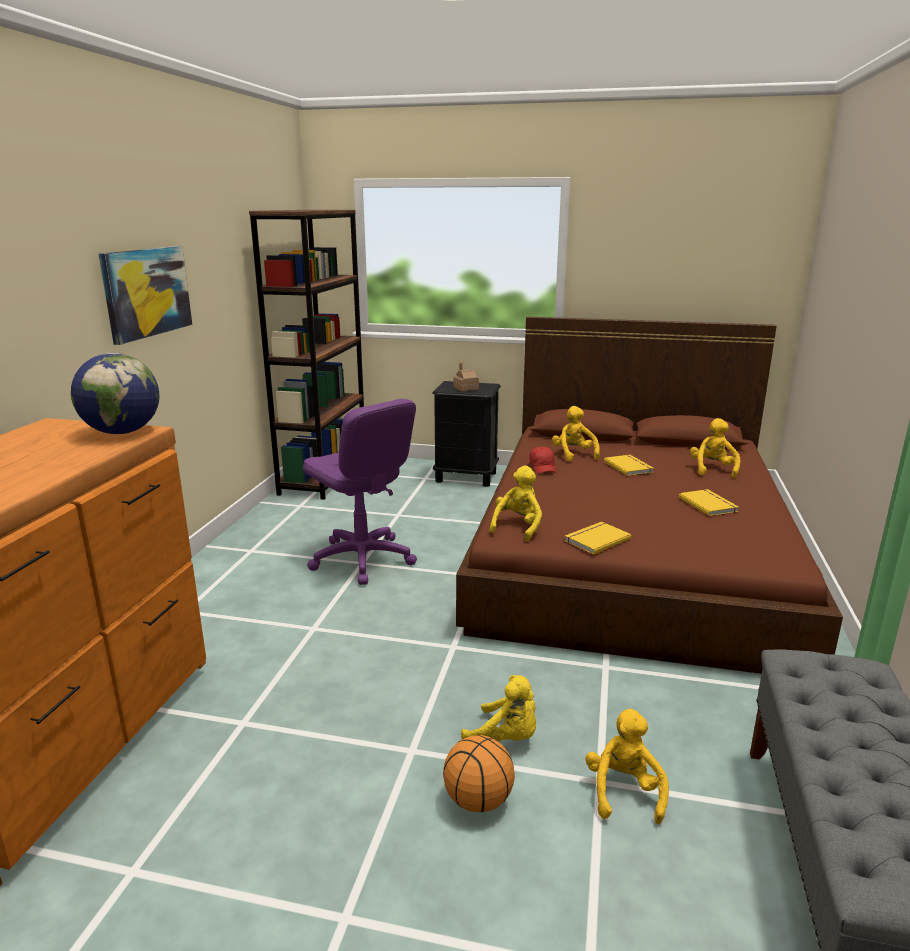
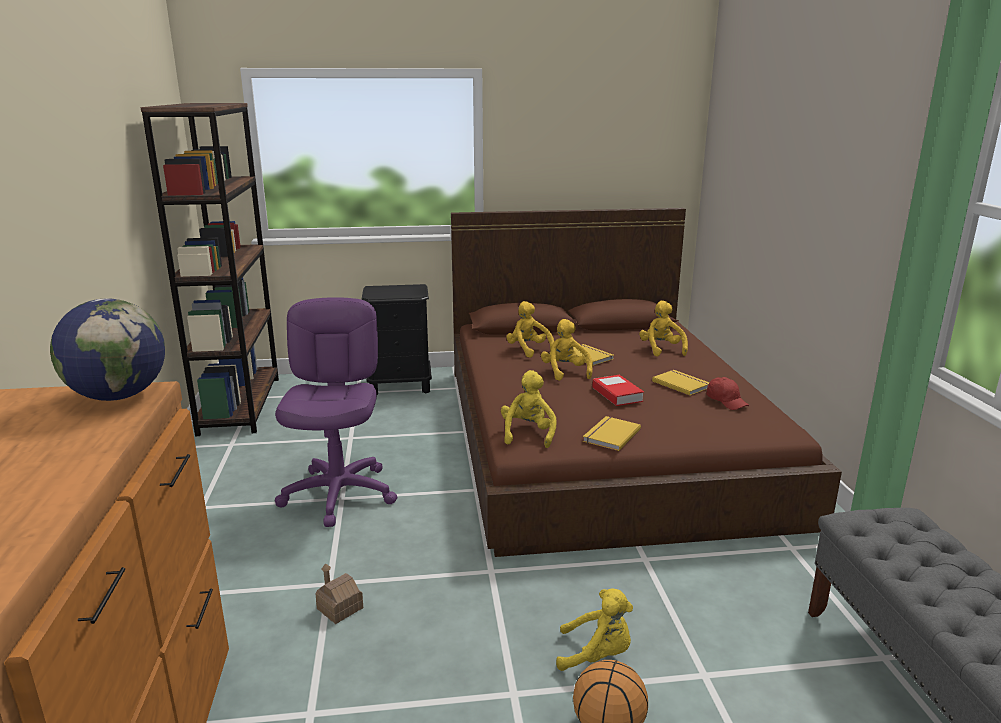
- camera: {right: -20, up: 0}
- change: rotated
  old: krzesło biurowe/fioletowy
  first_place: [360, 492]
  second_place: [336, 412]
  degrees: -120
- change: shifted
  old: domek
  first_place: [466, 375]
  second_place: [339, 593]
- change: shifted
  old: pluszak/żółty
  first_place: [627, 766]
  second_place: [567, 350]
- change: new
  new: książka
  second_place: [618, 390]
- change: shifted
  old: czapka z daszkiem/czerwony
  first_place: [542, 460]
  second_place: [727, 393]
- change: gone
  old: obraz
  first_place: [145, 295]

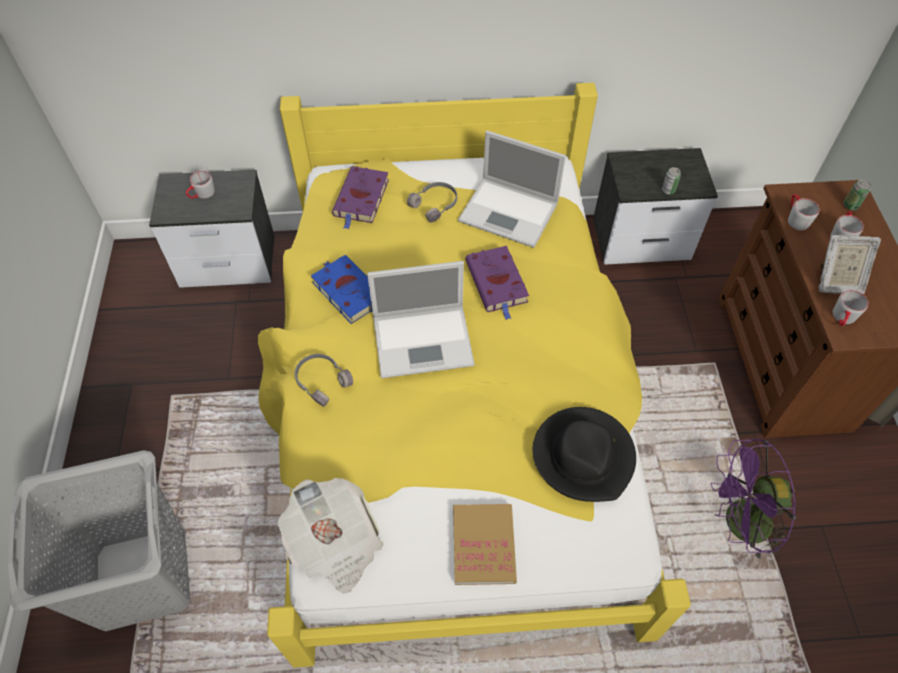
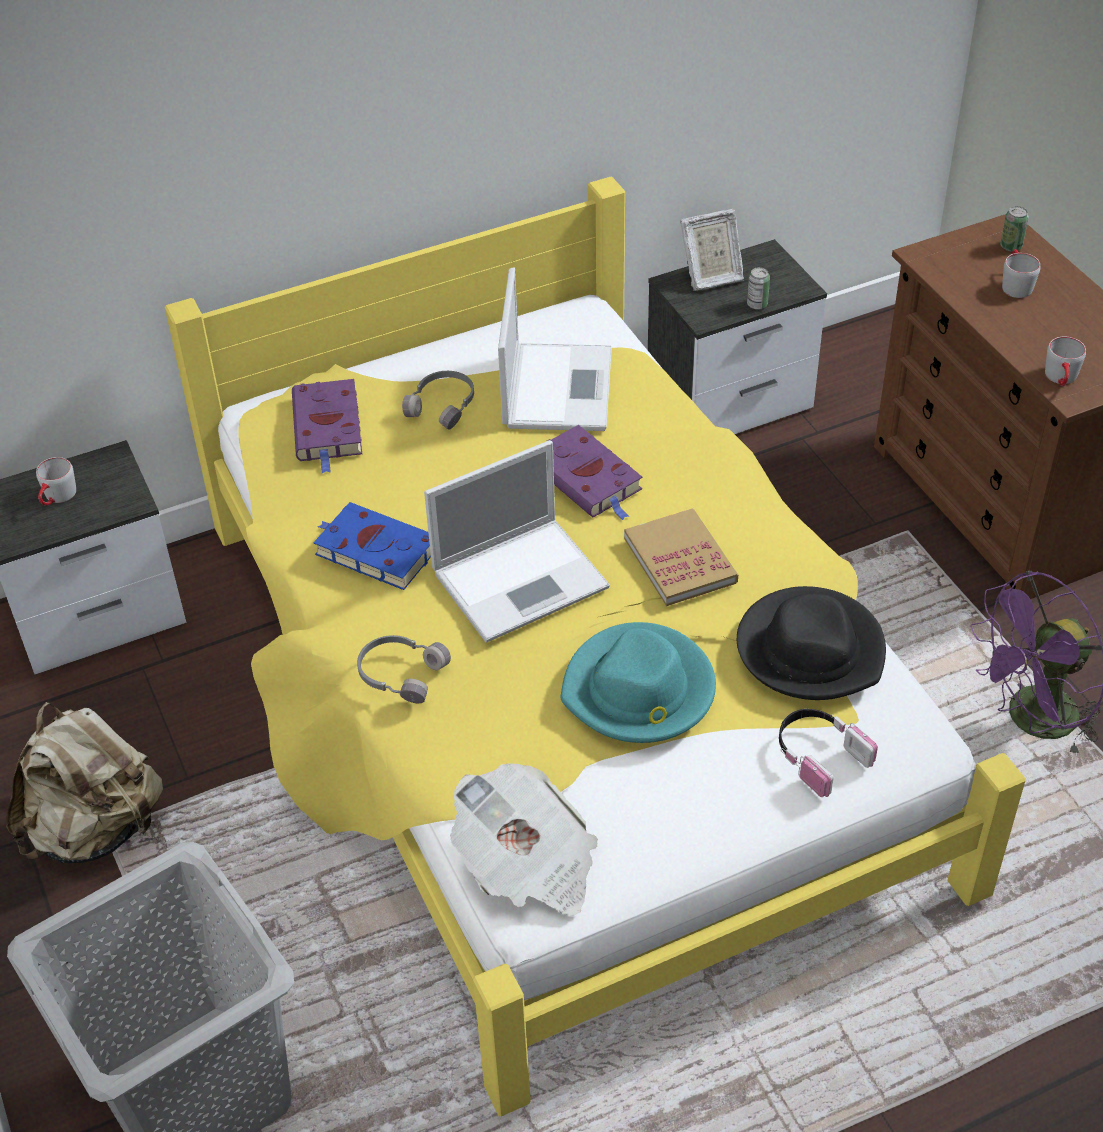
- camera: {right: -20, up: -10}
- change: new
  new: plecak/beżowy
  second_place: [84, 782]
- change: rotated
  old: laptop
  first_place: [512, 189]
  second_place: [555, 349]
  degrees: -90
- change: new
  new: kapelusz/turkusowy
  second_place: [638, 682]
- change: shifted
  old: książka
  first_place: [485, 544]
  second_place: [681, 557]
- change: shifted
  old: ramka na zdjęcie
  first_place: [849, 264]
  second_place: [712, 250]
- change: new
  new: słuchawki
  second_place: [828, 753]
- change: gone
  old: kubek/szary
  first_place: [804, 212]

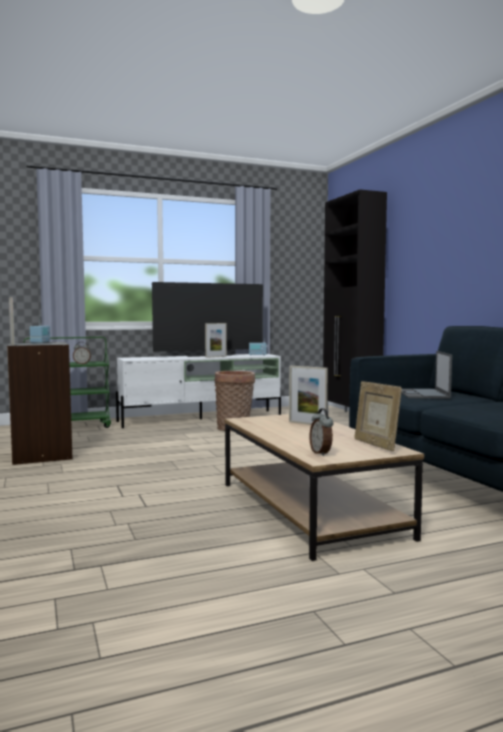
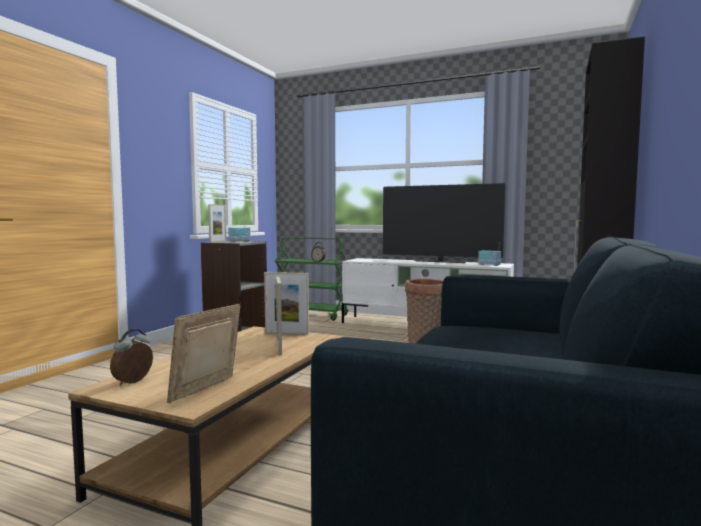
- camera: {right: 45, up: 0}
- change: shifted
  old: ramka na zdjęcie
  first_place: [216, 340]
  second_place: [286, 303]
- change: gone
  old: laptop
  first_place: [426, 375]

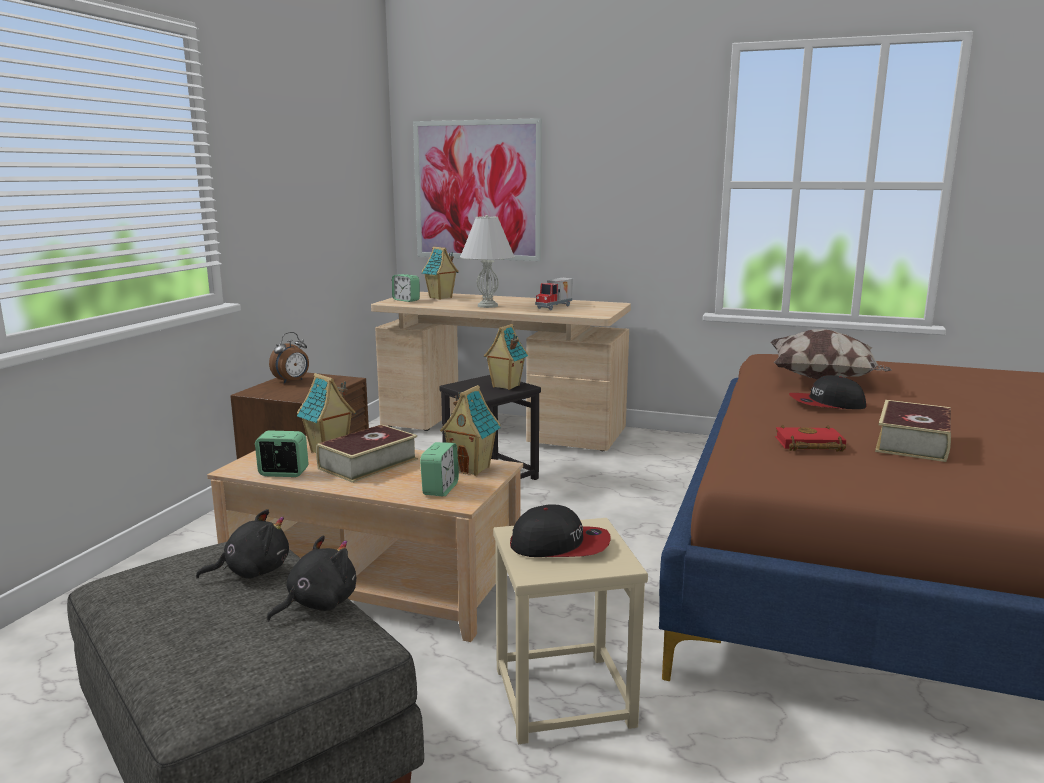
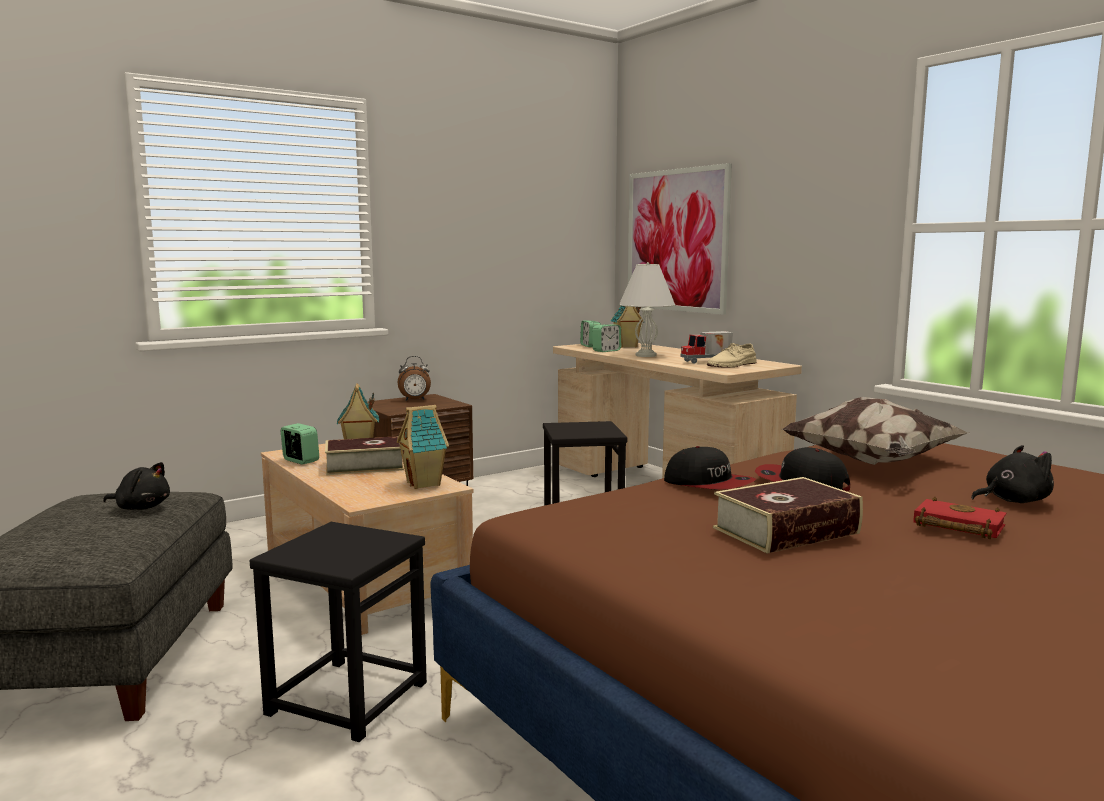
- camera: {right: 35, up: -5}
- change: repainted
  old: stołek/beżowy
  new: stołek/czarny
  first_place: [570, 631]
  second_place: [338, 632]
- change: shifted
  old: budzik
  first_place: [439, 469]
  second_place: [606, 338]
- change: shifted
  old: czapka z daszkiem
  first_place: [560, 530]
  second_place: [710, 467]
- change: new
  new: but/beżowy
  second_place: [731, 355]
- change: shifted
  old: książka/czerwony
  first_place: [810, 438]
  second_place: [960, 518]
- change: shifted
  old: pluszak/czarny
  first_place: [311, 579]
  second_place: [1012, 474]
- change: gone
  old: domek
  first_place: [506, 357]

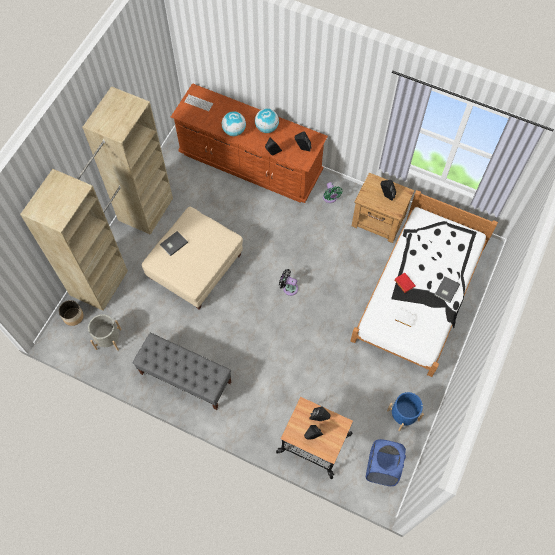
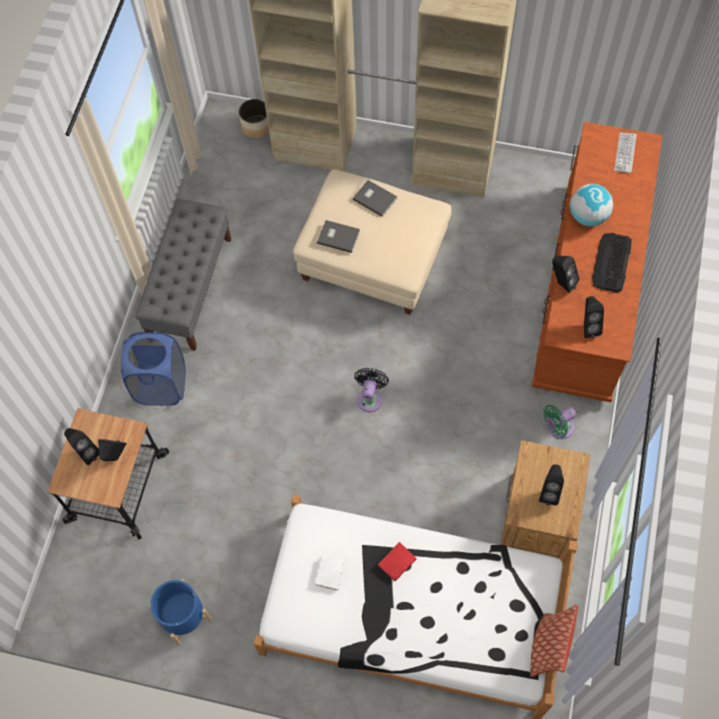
- camera: {right: 80, up: 0}
- change: shifted
  old: kosz na pranie/niebieski
  first_place: [386, 462]
  second_place: [153, 369]
- change: shifted
  old: książka/szary
  first_place: [447, 290]
  second_place: [338, 236]
- change: new
  new: poduszka
  second_place: [554, 640]
- change: swapped
  old: globus
  new: klawiatura
  first_place: [267, 120]
  second_place: [612, 262]
- change: gone
  old: donica/szary
  first_place: [105, 332]

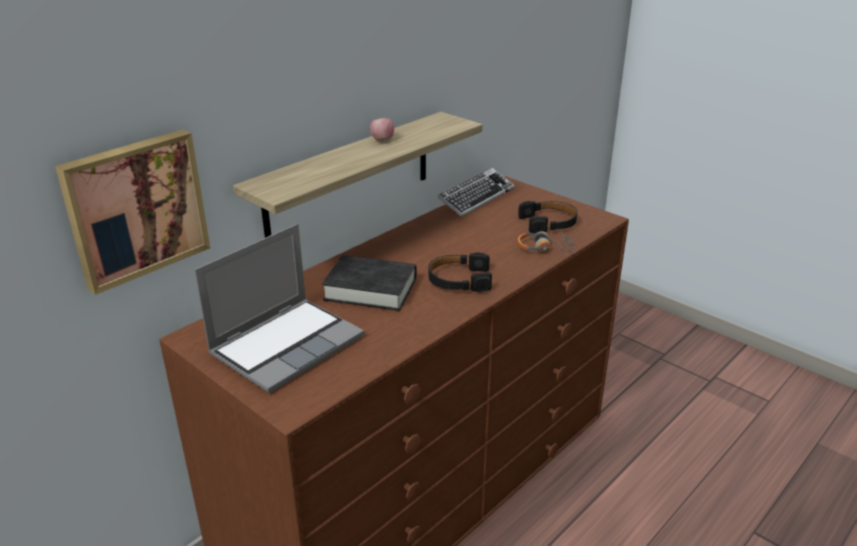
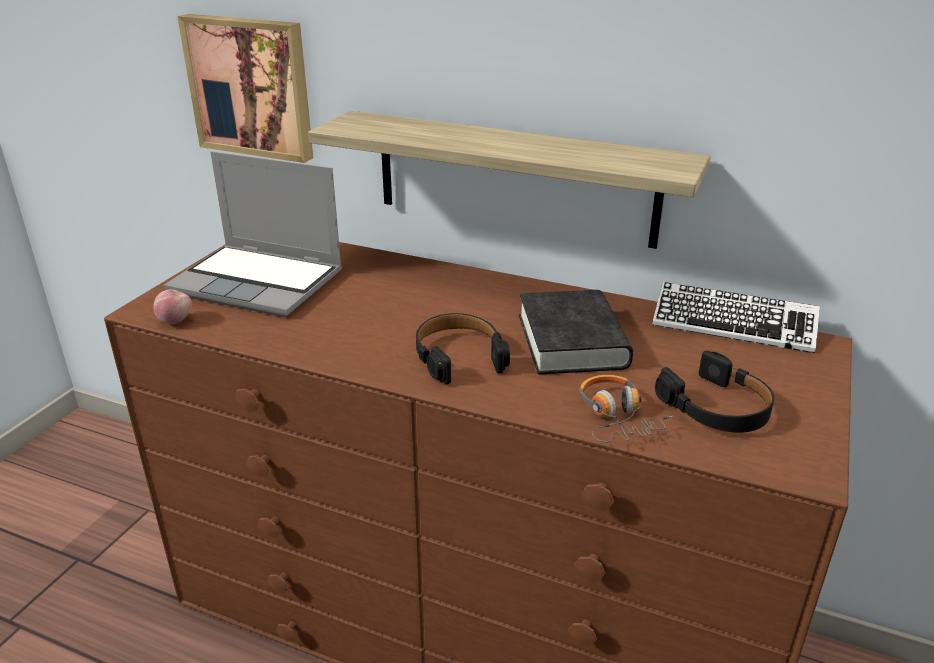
- camera: {right: 70, up: 0}
- change: shifted
  old: jabłko
  first_place: [382, 129]
  second_place: [172, 306]
- change: shifted
  old: książka/czarny
  first_place: [369, 283]
  second_place: [576, 332]

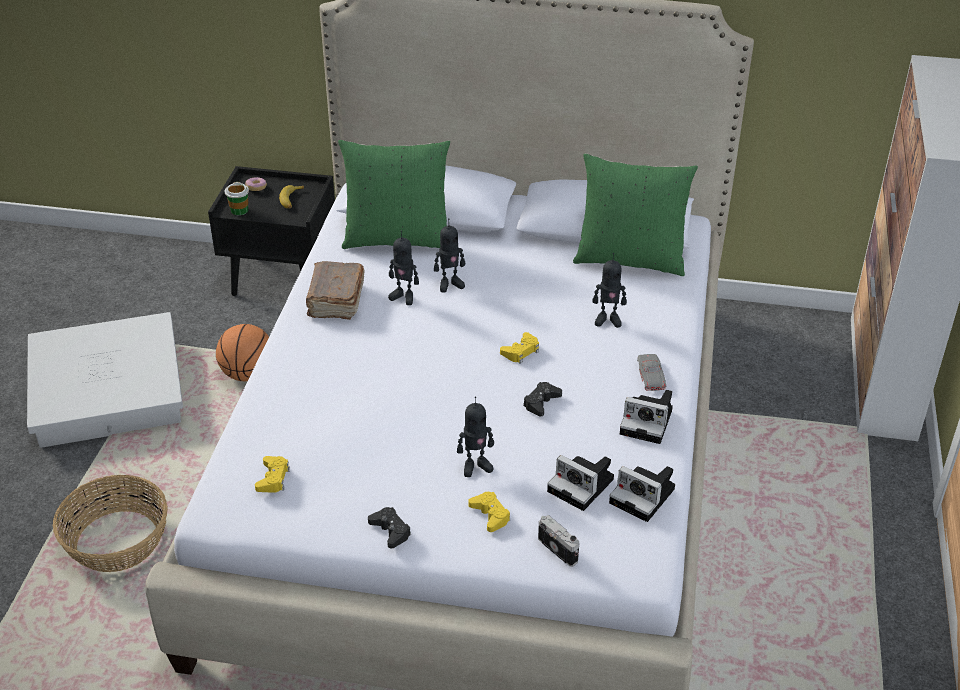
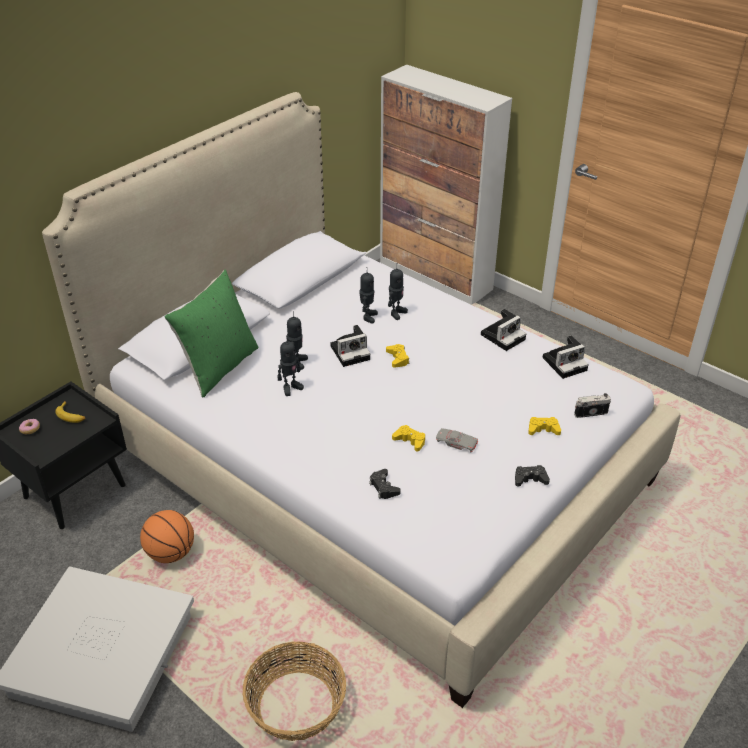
- camera: {right: -60, up: 0}
- change: shifted
  old: aparat fotograficzny
  first_place: [580, 483]
  second_place: [350, 346]
- change: shifted
  old: robot zabawkowy
  first_place: [475, 436]
  second_place: [368, 295]
- change: shifted
  old: pad do gier/czarny
  first_place: [542, 399]
  second_place: [385, 484]
- change: shifted
  old: pad do gier/żółty
  first_place: [272, 474]
  second_place: [408, 438]
- change: shifted
  old: samochodzik/szary
  first_place: [651, 372]
  second_place: [457, 440]
- change: gone
  old: filiżanka
  first_place: [237, 198]
- change: gone
  old: książka/brązowy
  first_place: [335, 290]
- change: gone
  old: poduszka/zielony
  first_place: [635, 215]

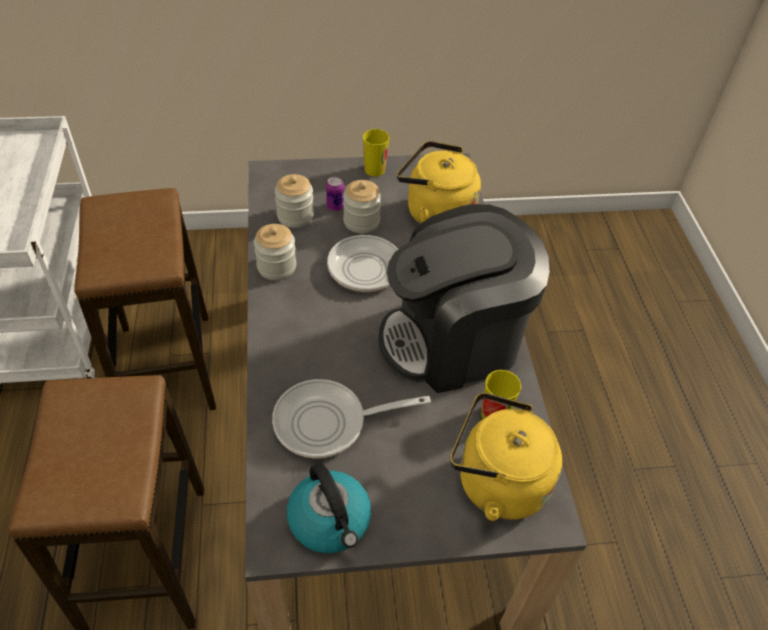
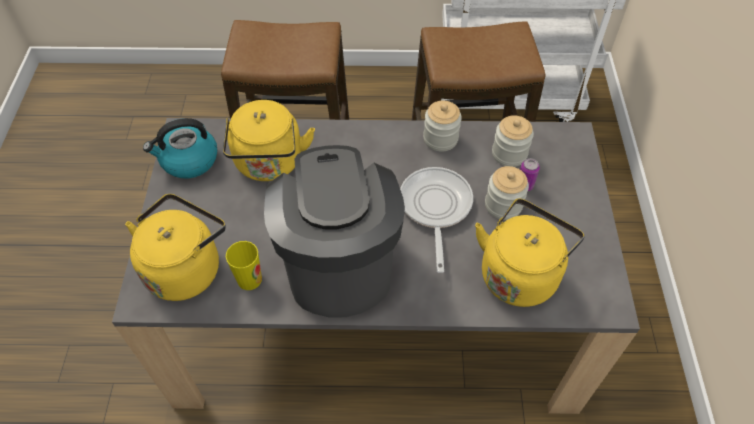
- camera: {right: 100, up: 5}
- change: swapped
  old: patelnia
  new: czajnik/żółty
  first_place: [351, 419]
  second_place: [269, 140]
- change: gone
  old: filiżanka
  first_place: [376, 153]

